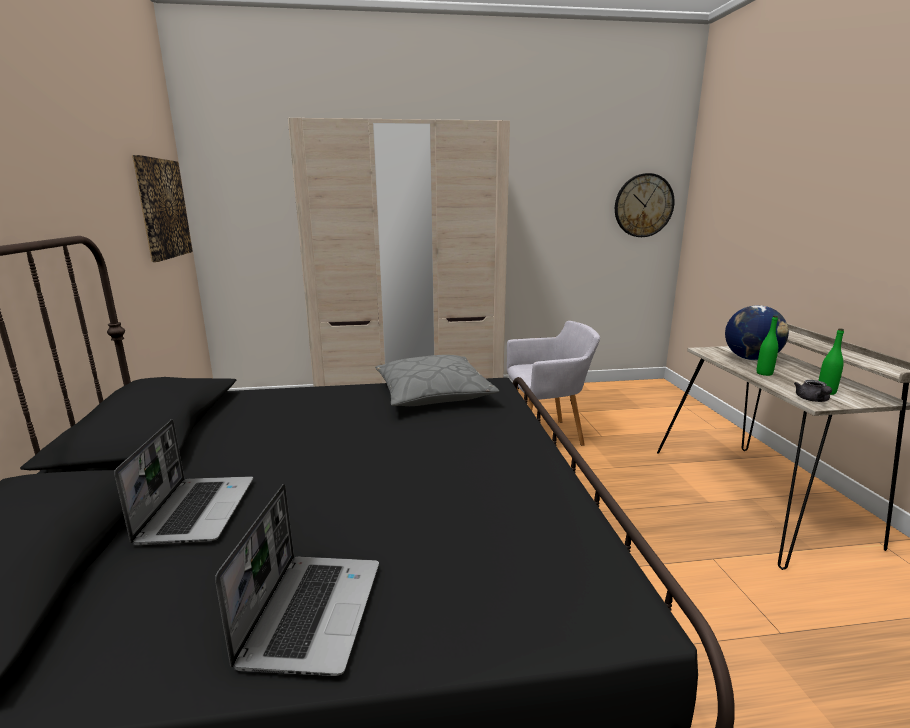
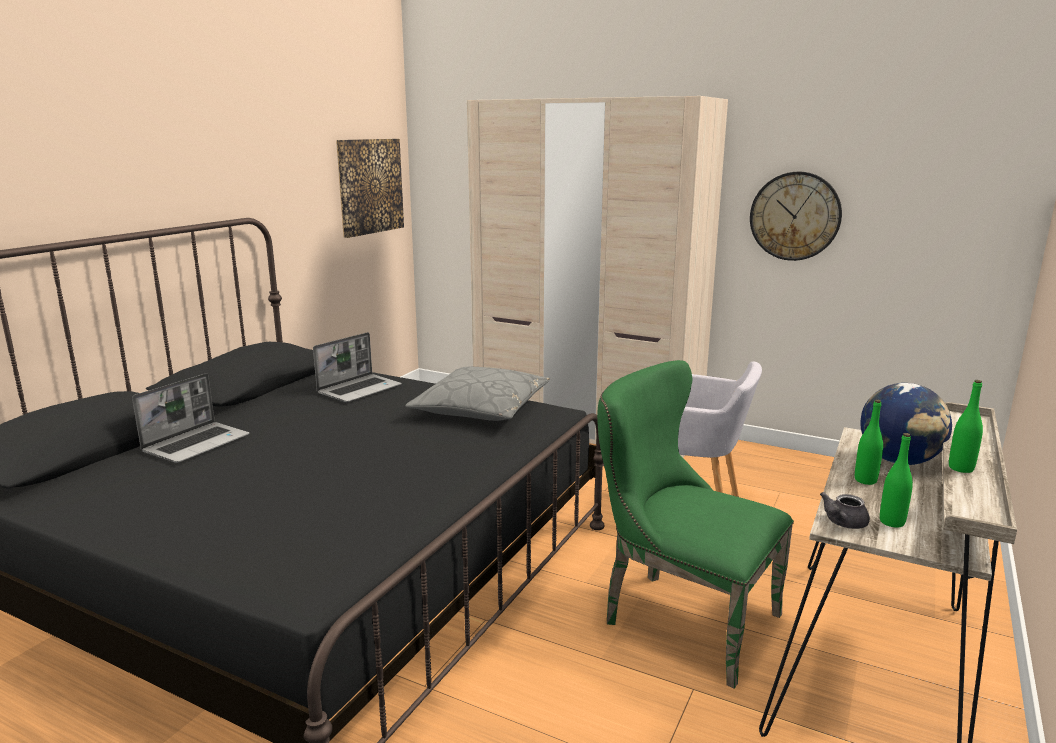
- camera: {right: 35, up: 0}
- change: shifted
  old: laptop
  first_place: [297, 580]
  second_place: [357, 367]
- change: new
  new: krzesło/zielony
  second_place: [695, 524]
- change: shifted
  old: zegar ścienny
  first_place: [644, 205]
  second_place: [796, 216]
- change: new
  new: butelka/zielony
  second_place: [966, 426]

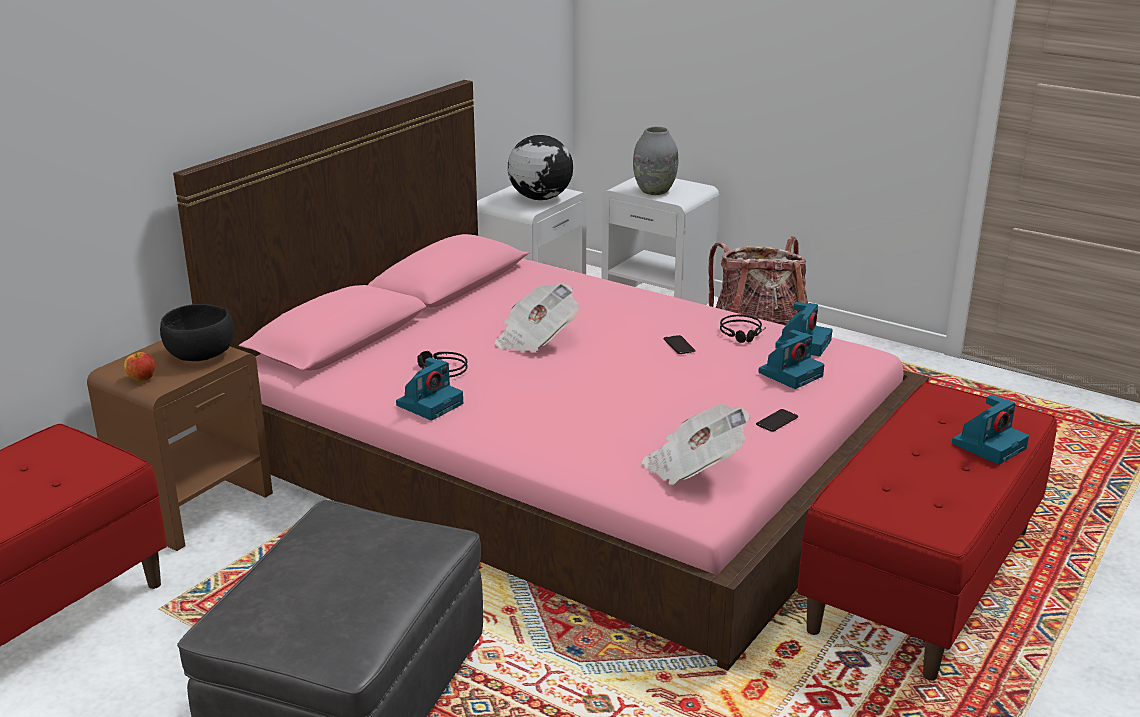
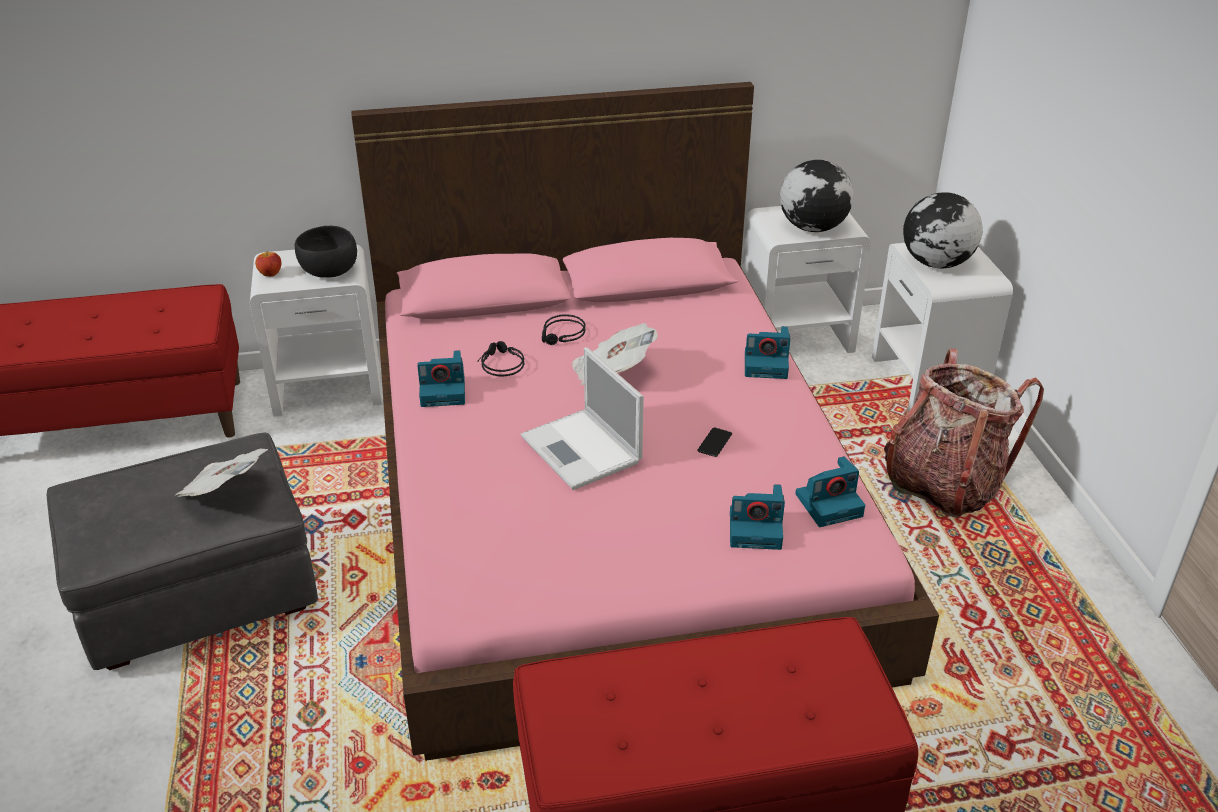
- camera: {right: 45, up: 10}
- change: shifted
  old: gazeta
  first_place: [696, 444]
  second_place: [221, 472]
- change: repainted
  old: szafka nocna/brązowy
  new: szafka nocna/biały
  first_place: [180, 445]
  second_place: [316, 331]
- change: new
  new: laptop
  second_place: [582, 418]
- change: shifted
  old: słuchawki/czarny
  first_place: [743, 329]
  second_place: [564, 329]
- change: shifted
  old: aparat fotograficzny
  first_place: [990, 430]
  second_place: [767, 352]
- change: swapped
  old: wazon/szary
  new: globus
  first_place: [655, 160]
  second_place: [943, 230]
- change: gone
  old: telefon
  first_place: [777, 420]

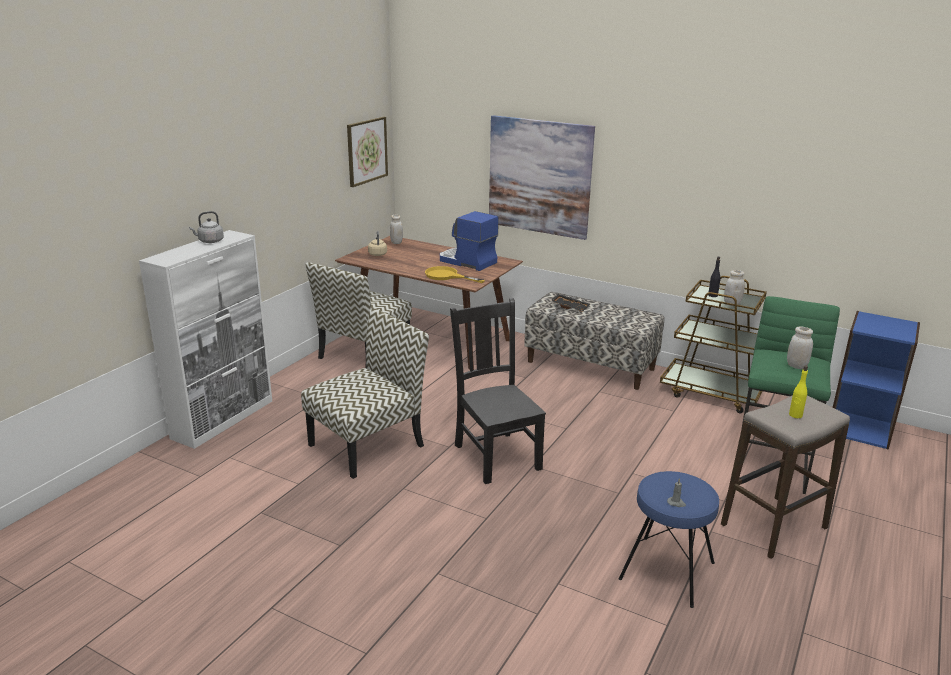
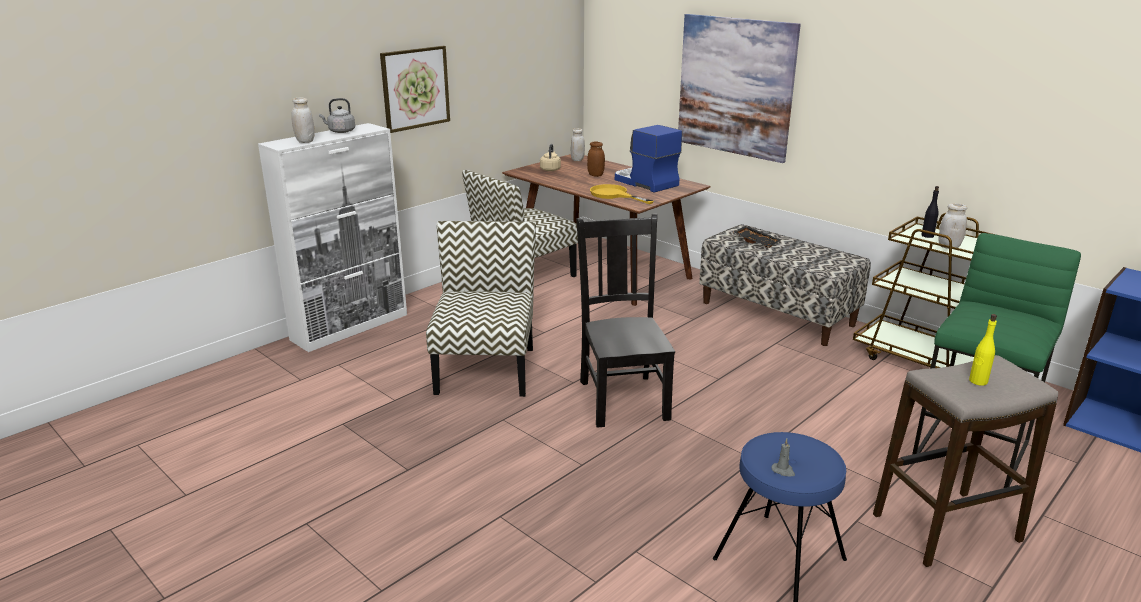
- camera: {right: 15, up: 0}
- change: shifted
  old: słoik/biały
  first_place: [800, 348]
  second_place: [303, 120]
- change: shifted
  old: obraz
  first_place: [367, 151]
  second_place: [415, 89]
- change: rotated
  old: krzesło
  first_place: [365, 393]
  second_place: [481, 309]
  degrees: -60
- change: new
  new: słoik/brązowy
  second_place: [596, 159]

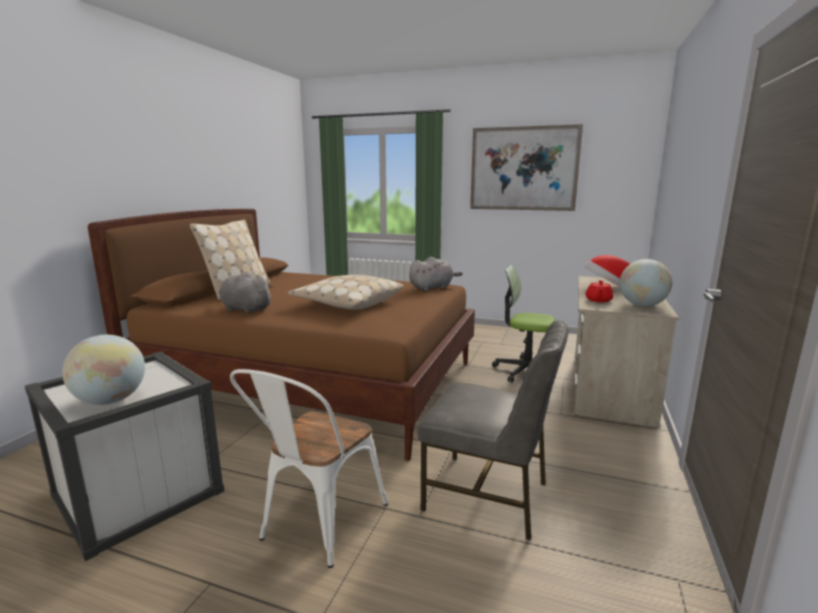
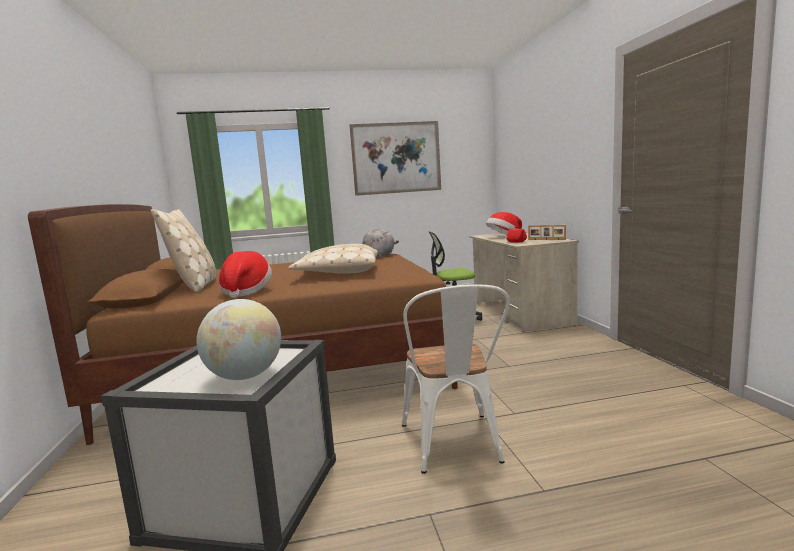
- camera: {right: -30, up: -5}
- change: swapped
  old: pluszak/szary
  new: kapelusz
  first_place: [246, 292]
  second_place: [245, 274]
- change: swapped
  old: globus
  new: ramka na zdjęcie
  first_place: [646, 283]
  second_place: [547, 232]
- change: gone
  old: krzesło/szary
  first_place: [493, 430]

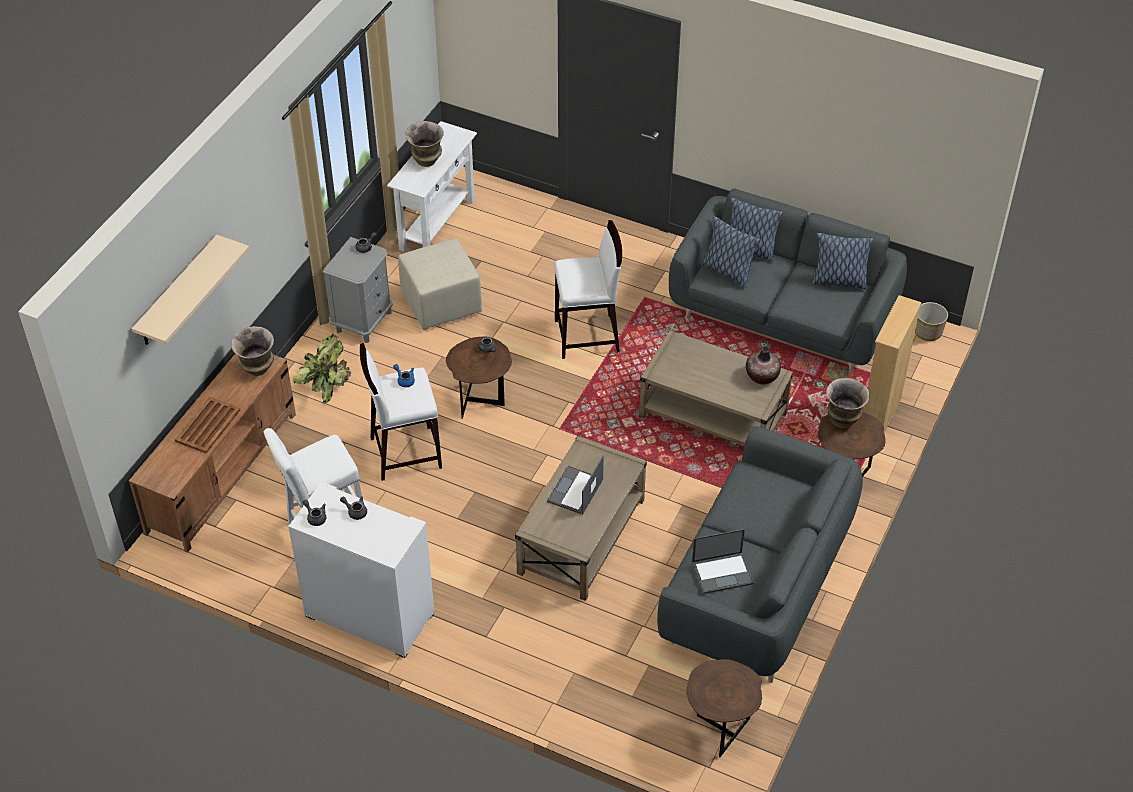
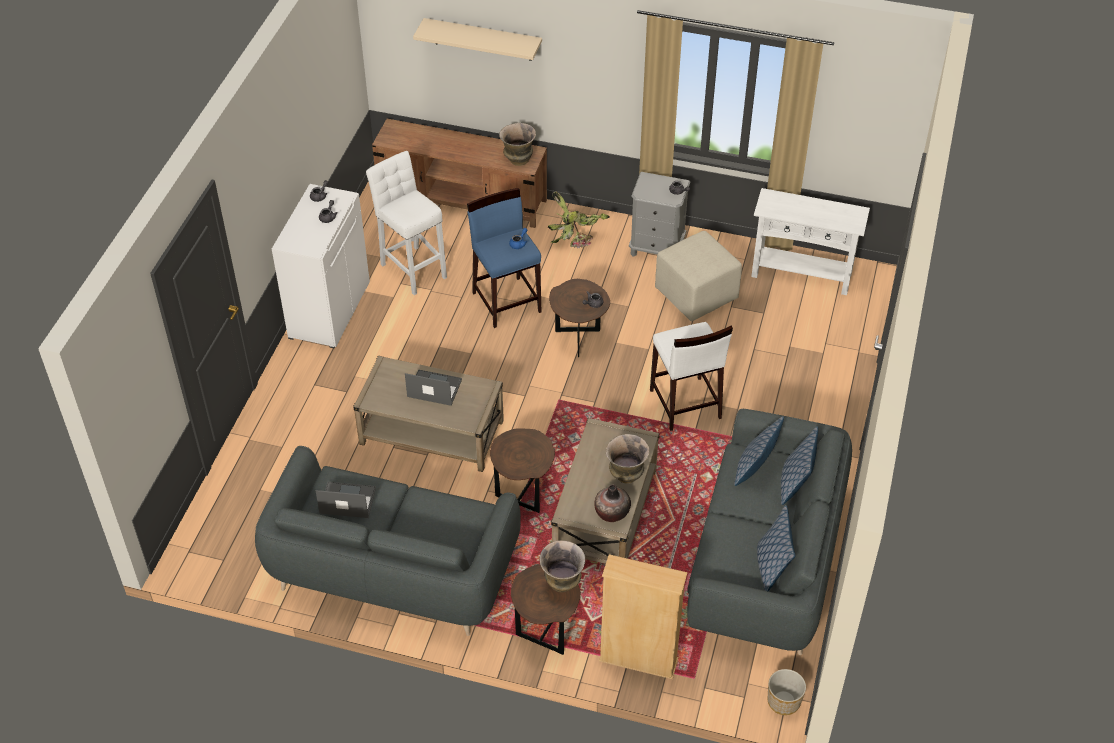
- camera: {right: 80, up: 0}
- change: rotated
  old: laptop
  first_place: [723, 561]
  second_place: [345, 500]
  degrees: 120
- change: repainted
  old: stołek/biały
  new: stołek/niebieski
  first_place: [401, 412]
  second_place: [504, 258]
- change: shifted
  old: stolik/brązowy
  first_place: [724, 708]
  second_place: [522, 470]
- change: shifted
  old: wazon
  first_place: [424, 144]
  second_place: [627, 459]
- change: gone
  old: taca/brązowy
  first_place: [207, 425]

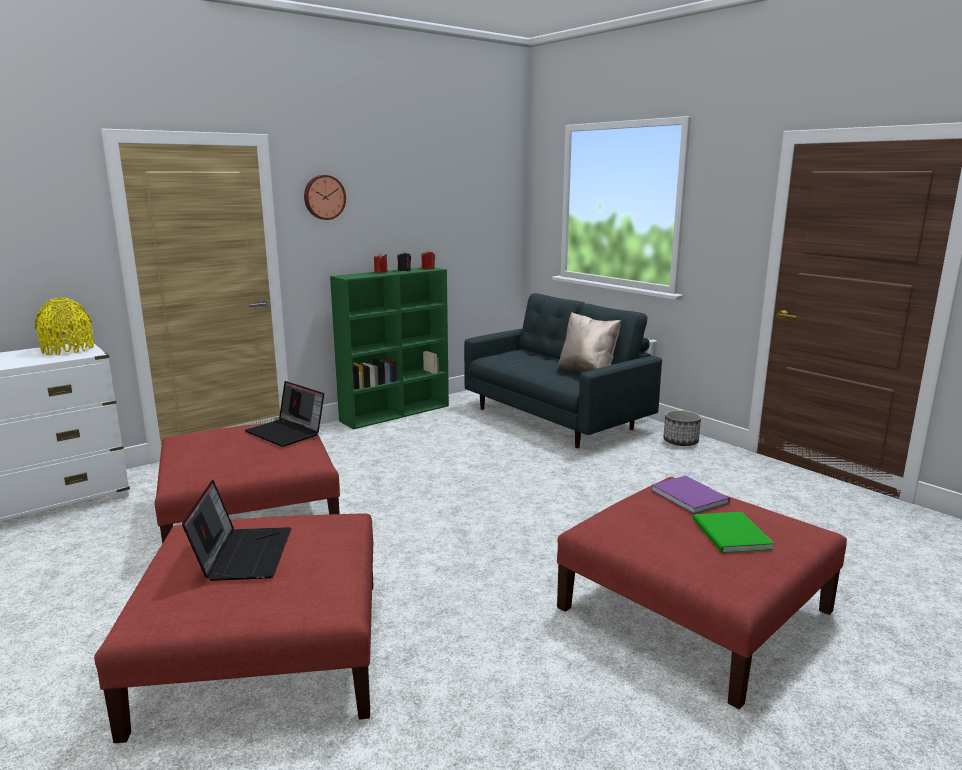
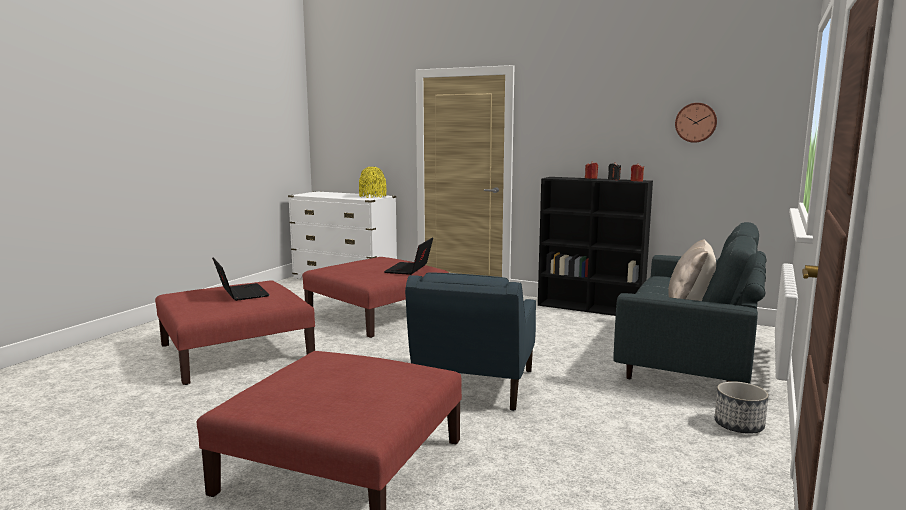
- camera: {right: 65, up: -5}
- change: rotated
  old: laptop
  first_place: [236, 530]
  second_place: [241, 279]
  degrees: -90
- change: new
  new: fotel/niebieski
  second_place: [470, 342]
- change: repainted
  old: regał/zielony
  new: regał/czarny
  first_place: [389, 348]
  second_place: [595, 246]
- change: shifted
  old: zegar ścienny
  first_place: [325, 197]
  second_place: [696, 123]
- change: gone
  old: książka/fioletowy
  first_place: [690, 495]
- change: gone
  old: książka/zielony
  first_place: [733, 532]

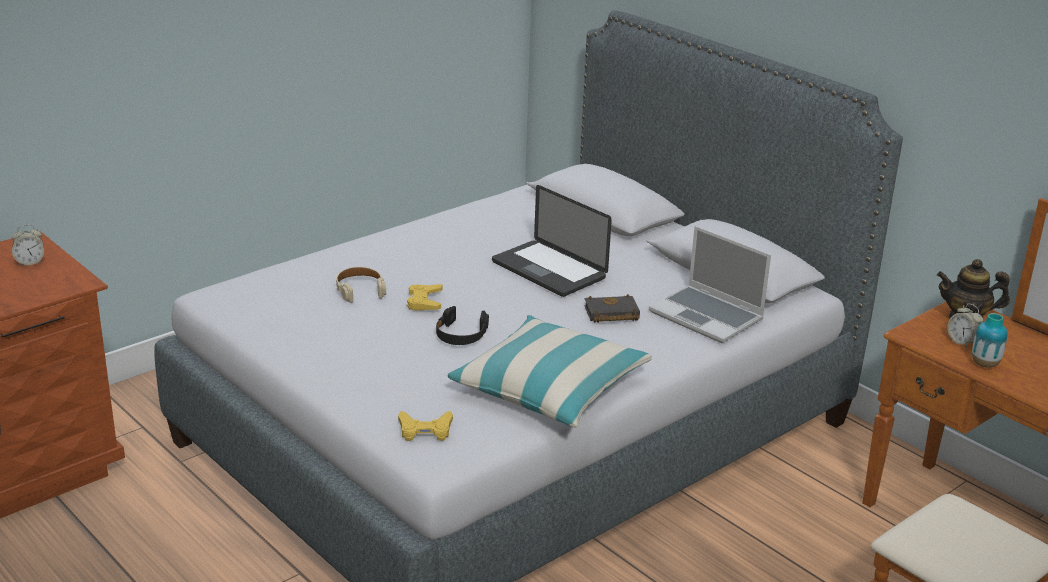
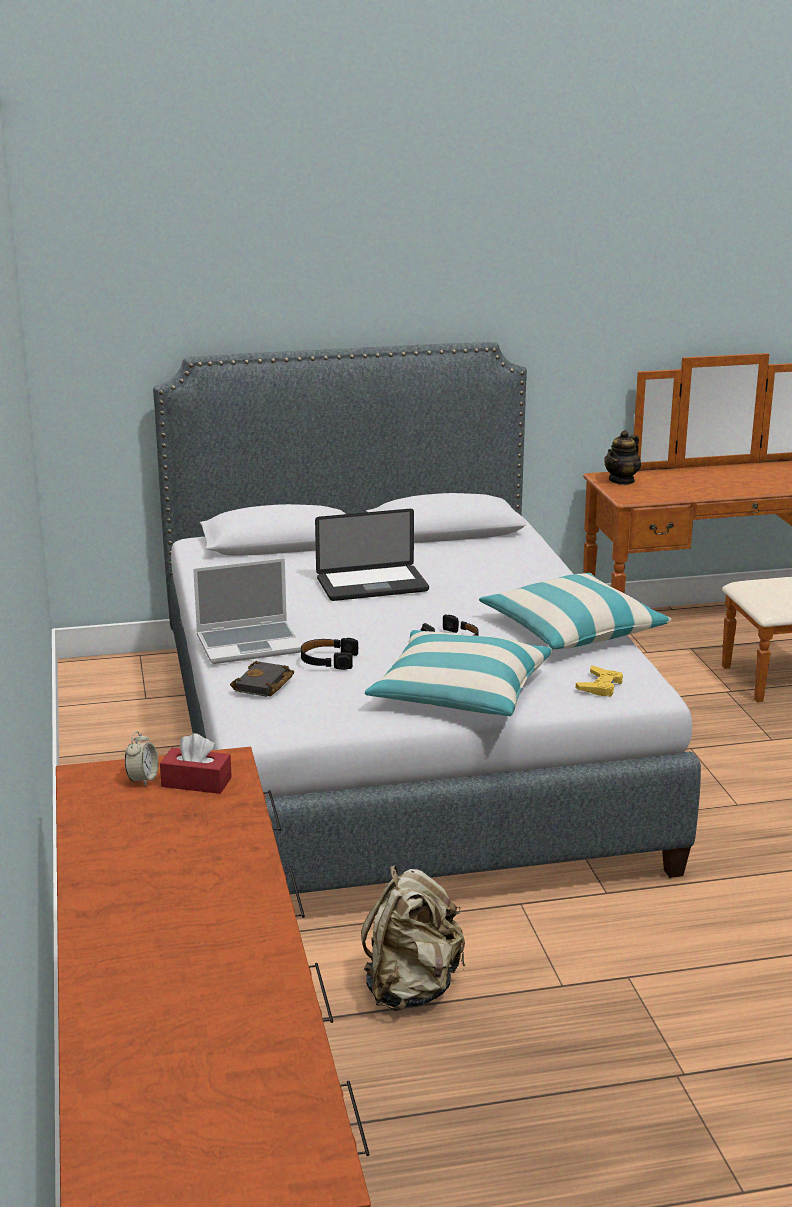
- camera: {right: -60, up: -5}
- change: new
  new: pudełko chusteczek/czerwony
  second_place: [196, 763]
- change: shifted
  old: laptop
  first_place: [710, 284]
  second_place: [247, 611]
- change: shifted
  old: książka/czarny
  first_place: [612, 308]
  second_place: [262, 679]
- change: repainted
  old: słuchawki/beżowy
  new: słuchawki/czarny
  first_place: [361, 285]
  second_place: [329, 654]
- change: new
  new: plecak/beżowy
  second_place: [413, 938]
- change: new
  new: poduszka
  second_place: [458, 673]
- change: gone
  old: pad do gier/żółty
  first_place: [425, 297]
- change: gone
  old: budzik
  first_place: [965, 326]
- change: gone
  old: wazon
  first_place: [989, 340]

